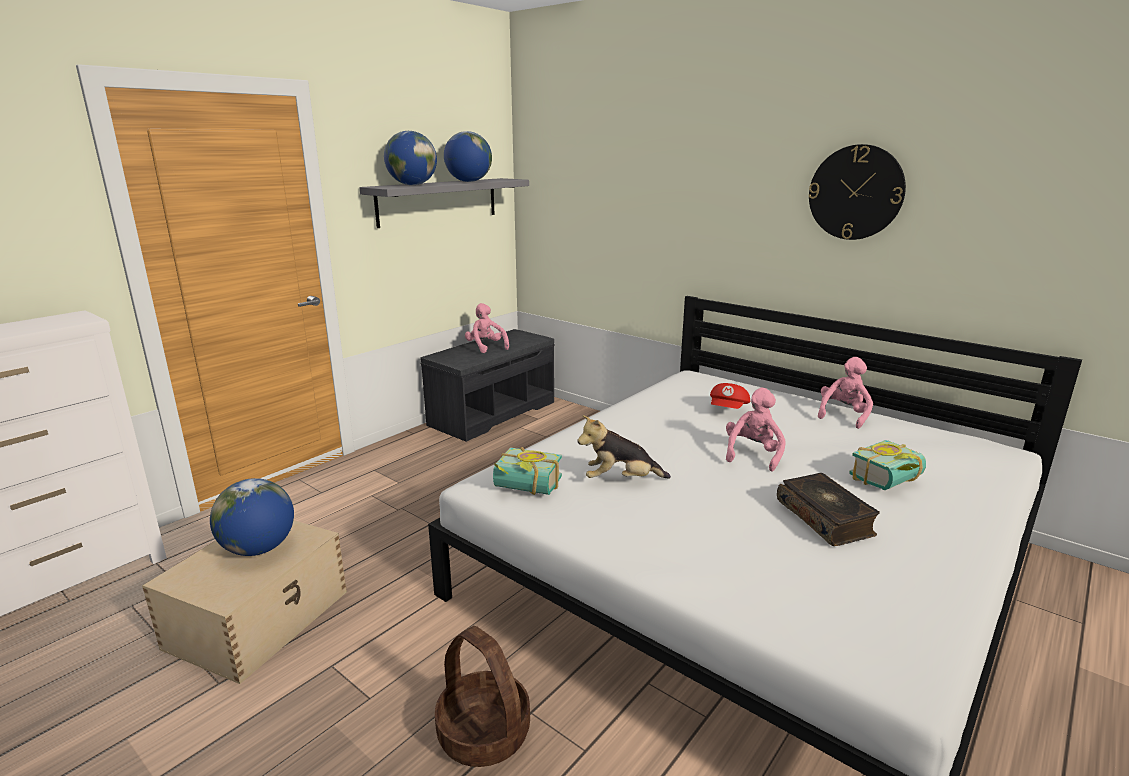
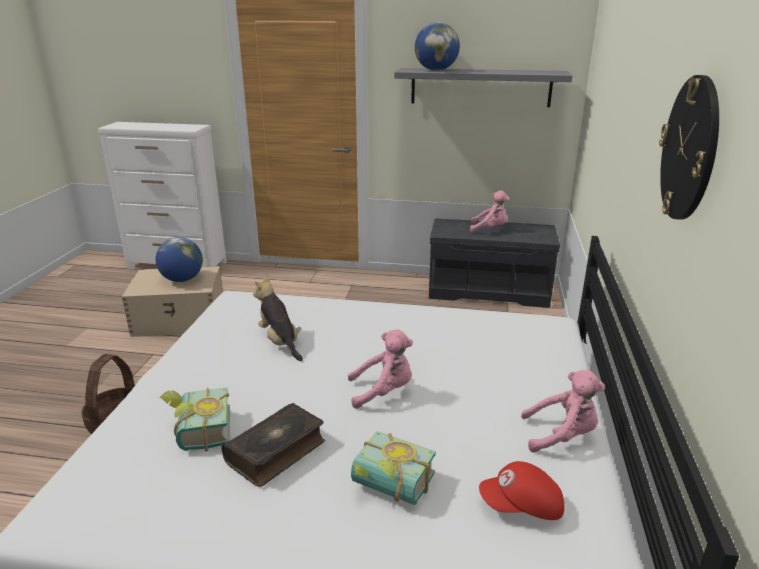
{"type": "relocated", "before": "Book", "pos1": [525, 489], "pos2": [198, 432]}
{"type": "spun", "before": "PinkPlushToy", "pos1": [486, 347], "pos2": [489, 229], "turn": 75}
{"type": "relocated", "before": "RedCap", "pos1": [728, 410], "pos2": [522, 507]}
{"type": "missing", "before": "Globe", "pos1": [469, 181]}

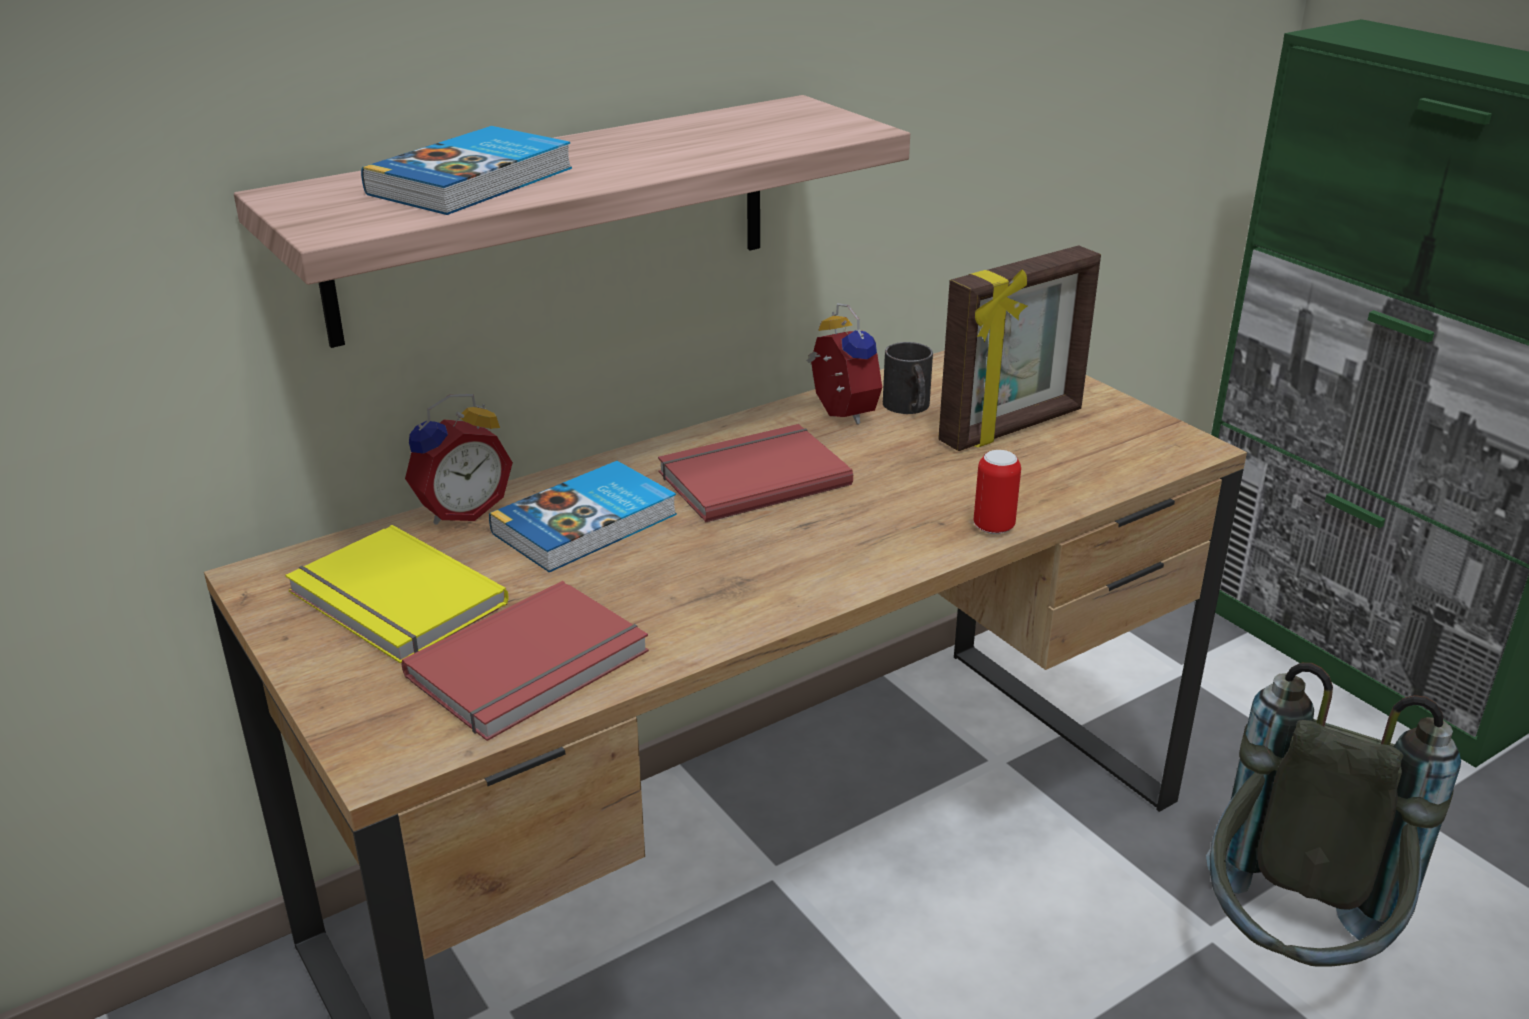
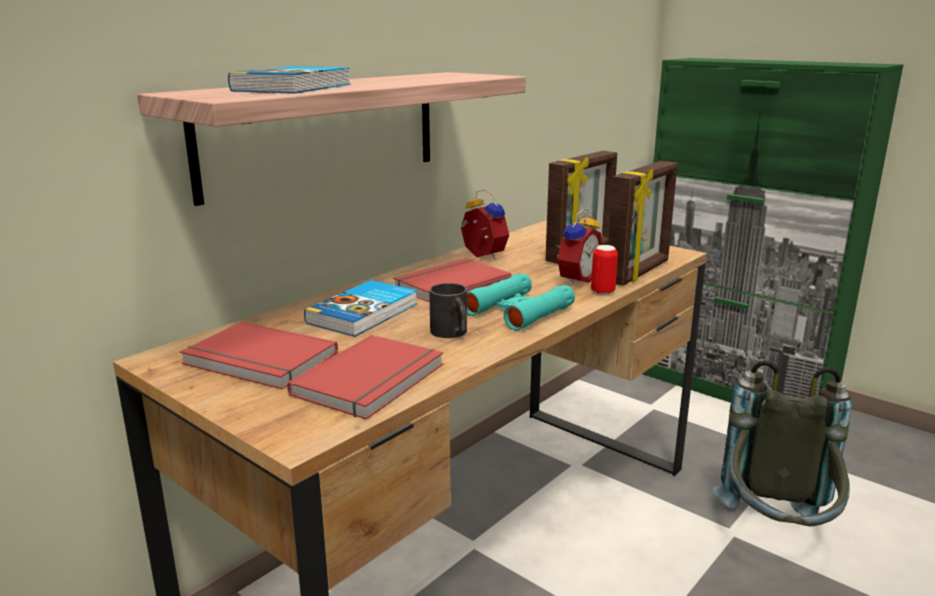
{"type": "colour", "before": "YellowBook", "after": "RedBook", "pos1": [393, 601], "pos2": [258, 361]}
{"type": "relocated", "before": "BlackMug", "pos1": [909, 408], "pos2": [452, 333]}
{"type": "appeared", "after": "TurquoiseBinoculars", "pos2": [518, 311]}
{"type": "relocated", "before": "AlarmClock", "pos1": [461, 510], "pos2": [575, 280]}
{"type": "appeared", "after": "PictureFrame", "pos2": [639, 273]}

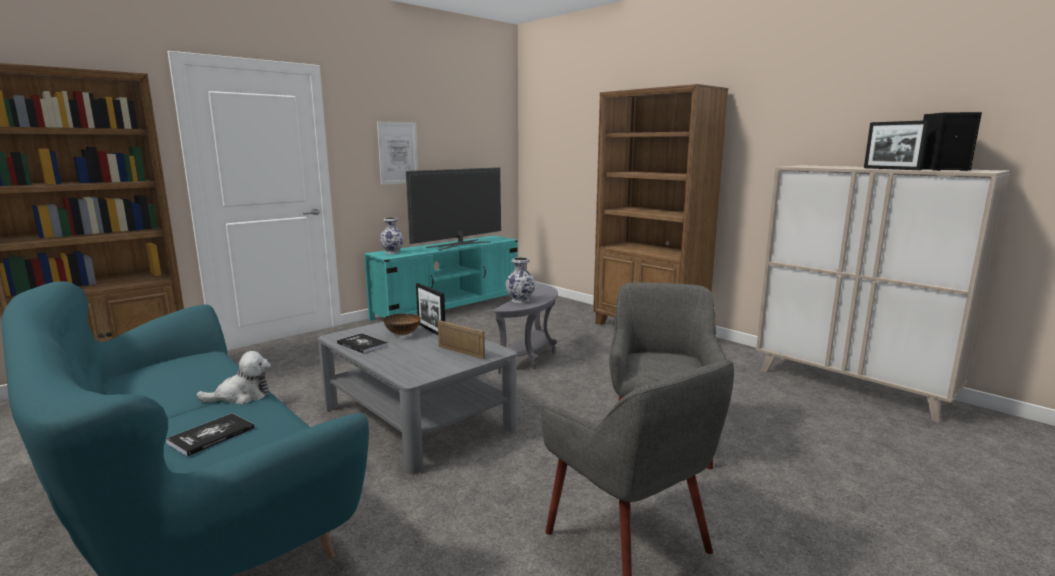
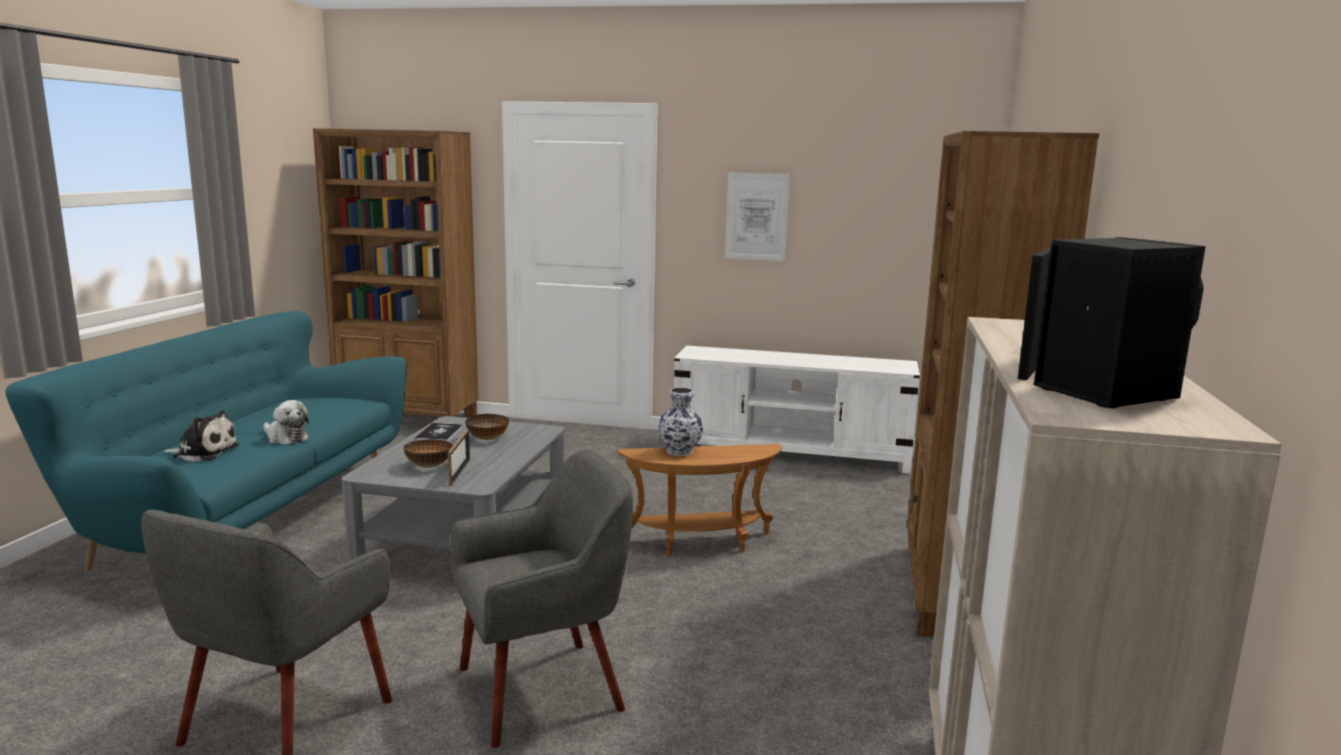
{"type": "exchanged", "before": "Book", "after": "PlushToy", "pos1": [211, 435], "pos2": [203, 452]}
{"type": "appeared", "after": "Bowl", "pos2": [429, 466]}
{"type": "colour", "before": "GreySideTable", "after": "BrownSideTable", "pos1": [531, 358], "pos2": [701, 544]}
{"type": "colour", "before": "TurquoiseTvStand", "after": "WhiteTvStand", "pos1": [448, 308], "pos2": [791, 453]}
{"type": "missing", "before": "Vase", "pos1": [393, 252]}
{"type": "missing", "before": "Television", "pos1": [459, 244]}
{"type": "missing", "before": "PictureFrame", "pos1": [431, 330]}

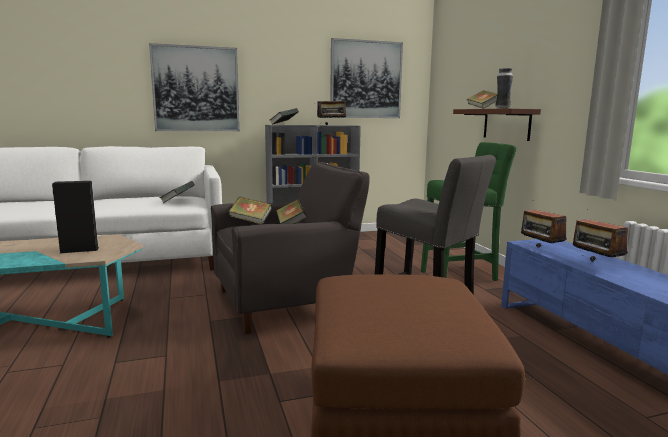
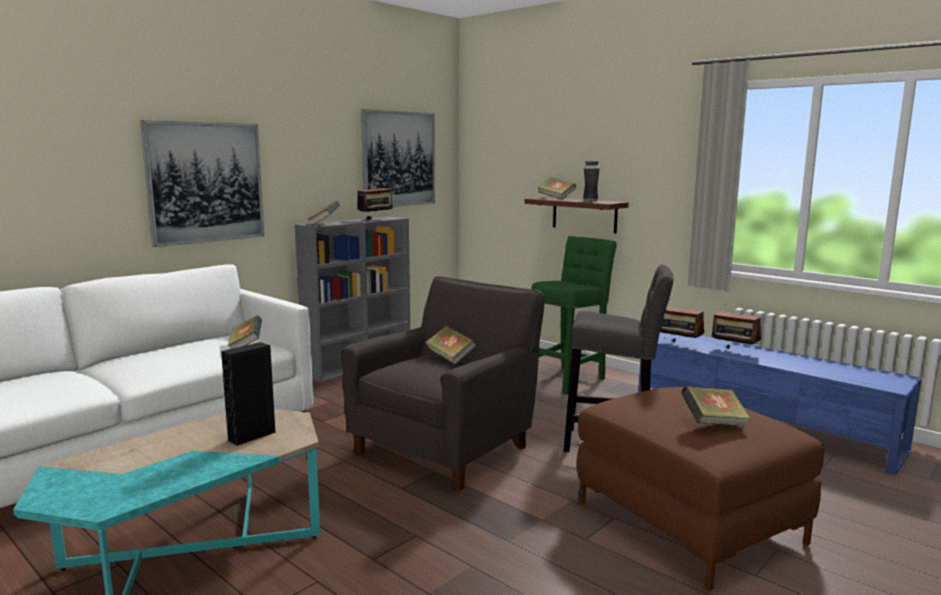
{"type": "relocated", "before": "Book", "pos1": [250, 222], "pos2": [713, 423]}

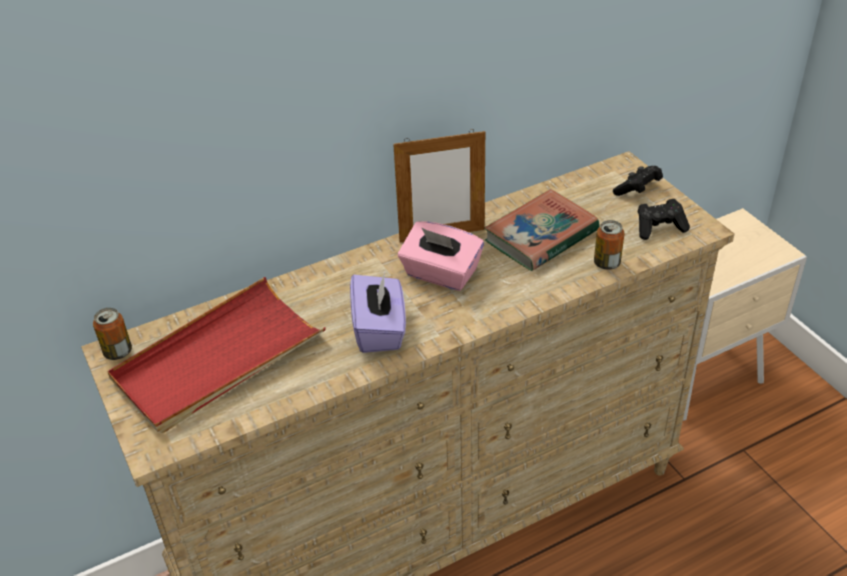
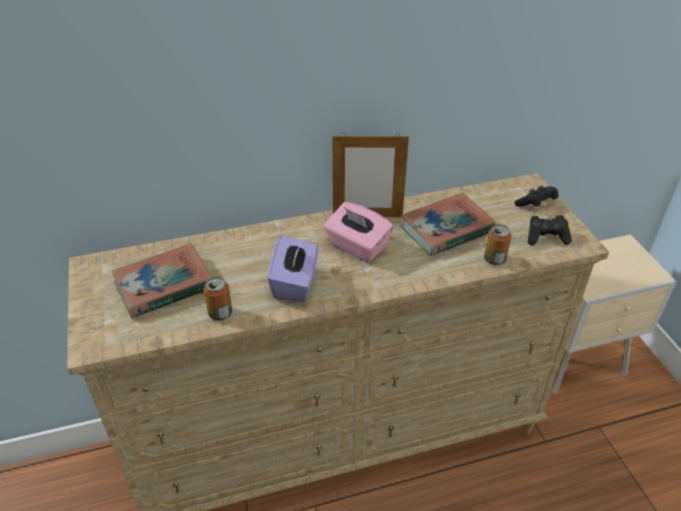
{"type": "exchanged", "before": "RedTray", "after": "Book", "pos1": [218, 359], "pos2": [164, 285]}
{"type": "relocated", "before": "Can", "pos1": [118, 352], "pos2": [220, 313]}

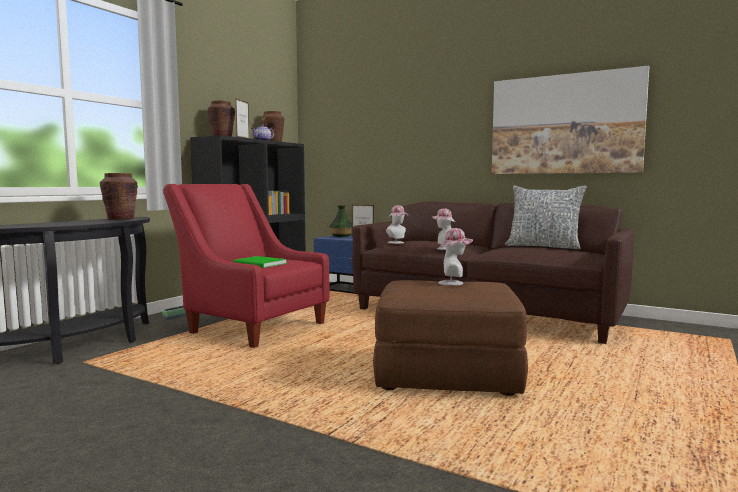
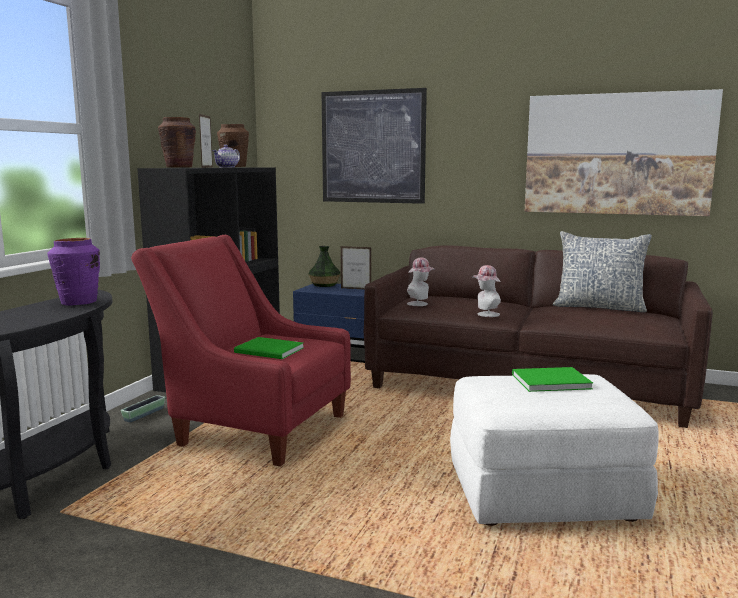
{"type": "colour", "before": "BrownVase", "after": "PurpleVase", "pos1": [120, 219], "pos2": [78, 302]}
{"type": "appeared", "after": "Picture", "pos2": [373, 147]}
{"type": "colour", "before": "BrownOttoman", "after": "WhiteOttoman", "pos1": [448, 374], "pos2": [543, 492]}
{"type": "exchanged", "before": "Hat", "after": "GreenBook", "pos1": [454, 283], "pos2": [548, 381]}

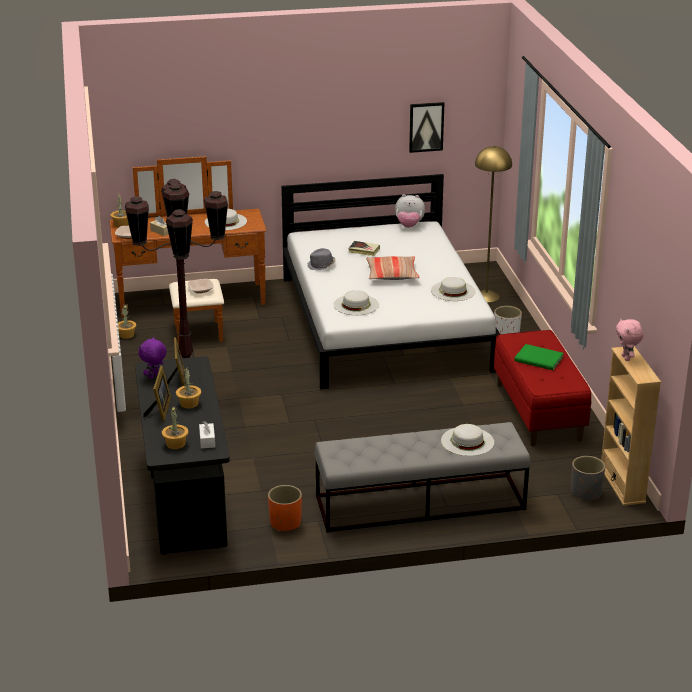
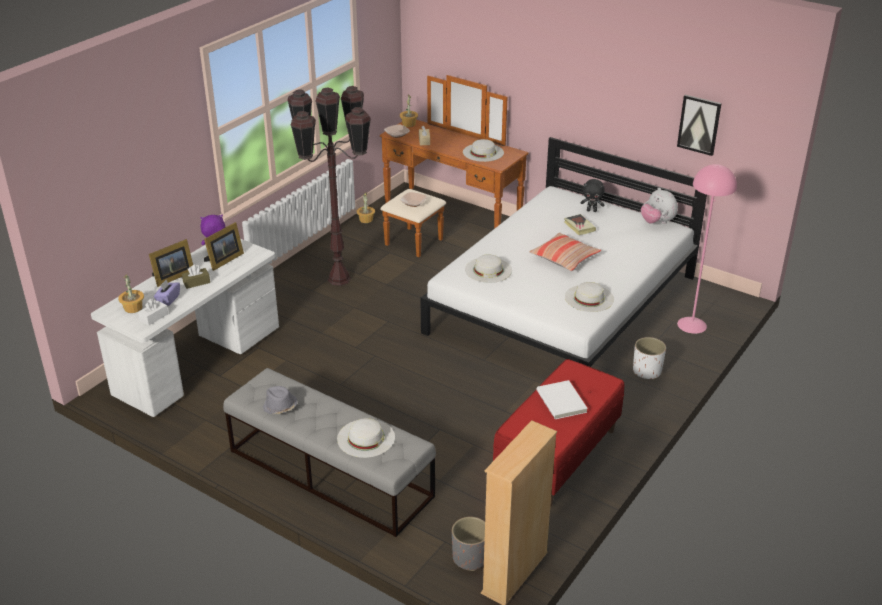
{"type": "colour", "before": "BlackDesk", "after": "WhiteDesk", "pos1": [184, 496], "pos2": [199, 361]}
{"type": "appeared", "after": "PurpleTissueBox", "pos2": [168, 299]}
{"type": "exchanged", "before": "PottedPlant", "after": "BrownTissueBox", "pos1": [189, 403], "pos2": [196, 282]}
{"type": "relocated", "before": "GreyHat", "pos1": [321, 265], "pos2": [280, 407]}
{"type": "colour", "before": "GreenBook", "after": "WhiteBook", "pos1": [539, 358], "pos2": [562, 401]}
{"type": "appeared", "after": "BlackPlushToy", "pos2": [592, 210]}
{"type": "colour", "before": "YellowFloorLamp", "after": "PinkFloorLamp", "pos1": [486, 296], "pos2": [691, 325]}
{"type": "missing", "before": "OrangePlanter", "pos1": [285, 523]}
{"type": "missing", "before": "PinkPlushToy", "pos1": [626, 358]}

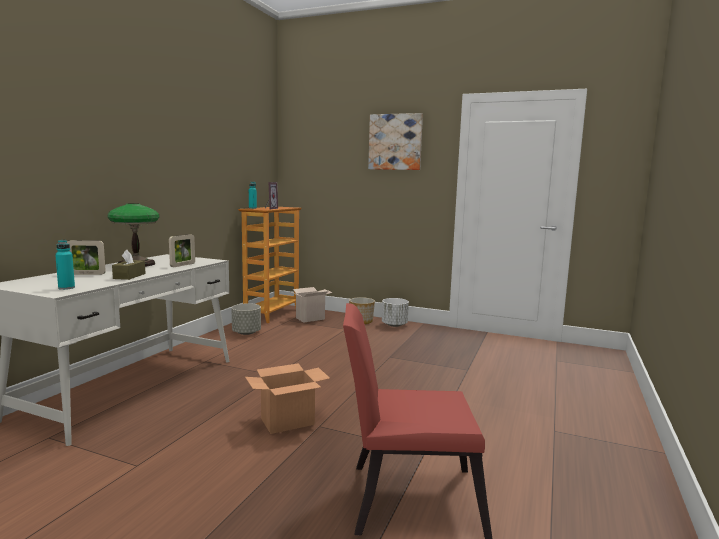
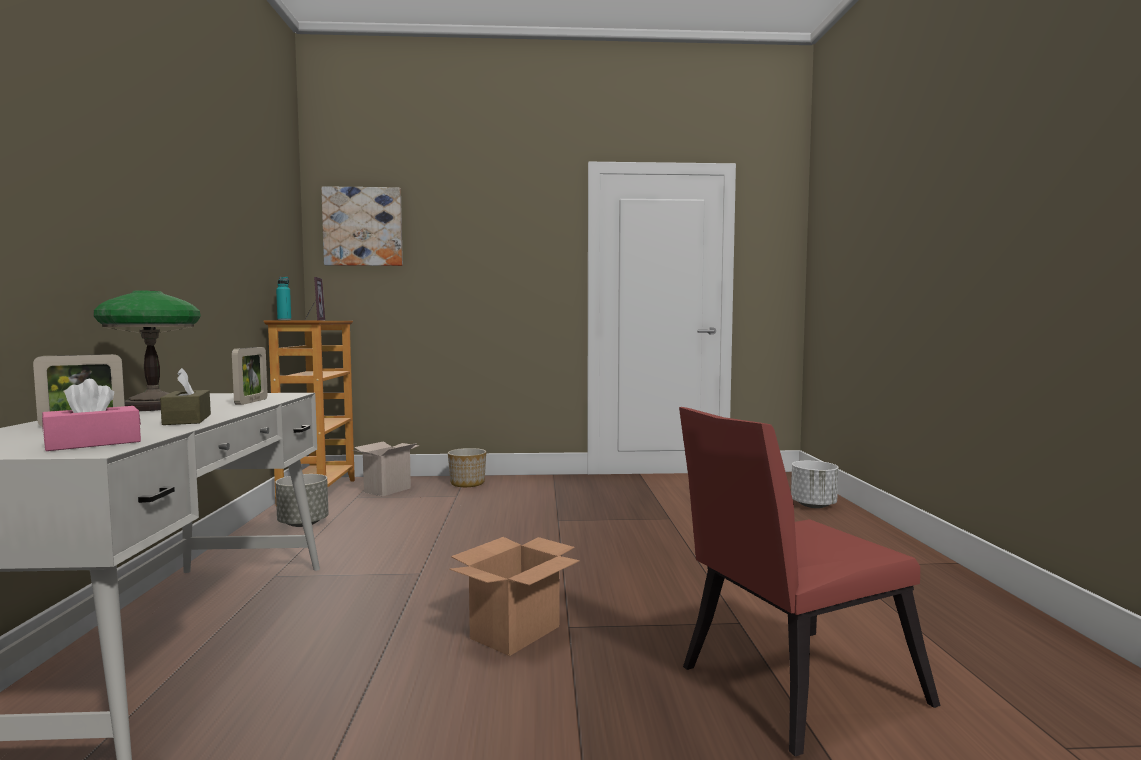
{"type": "exchanged", "before": "TurquoiseBottle", "after": "PinkTissueBox", "pos1": [66, 288], "pos2": [93, 443]}
{"type": "relocated", "before": "Picture", "pos1": [395, 142], "pos2": [363, 227]}
{"type": "relocated", "before": "WhitePlanter", "pos1": [394, 325], "pos2": [813, 505]}

